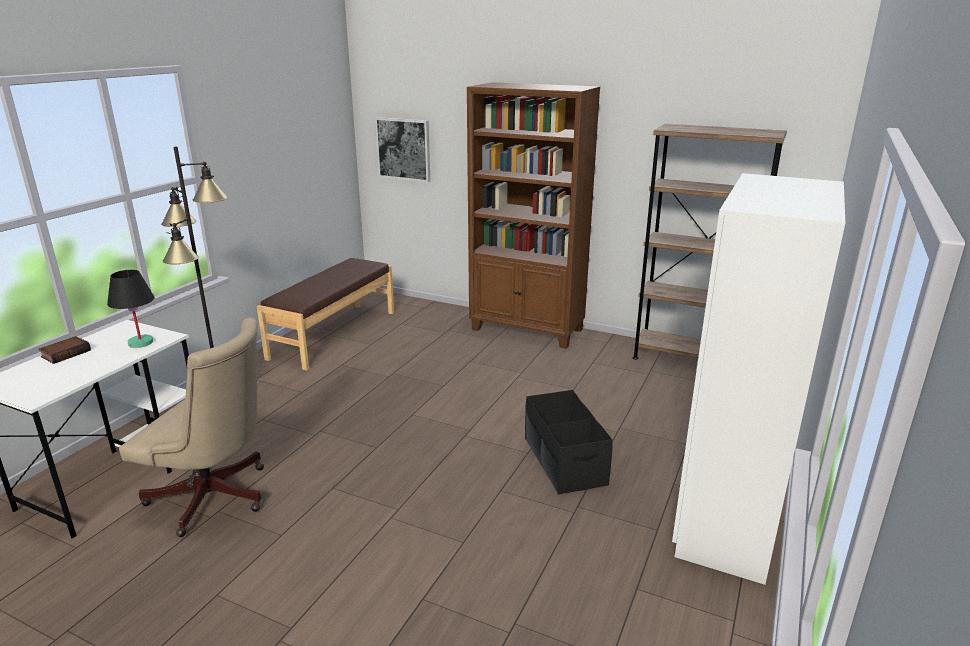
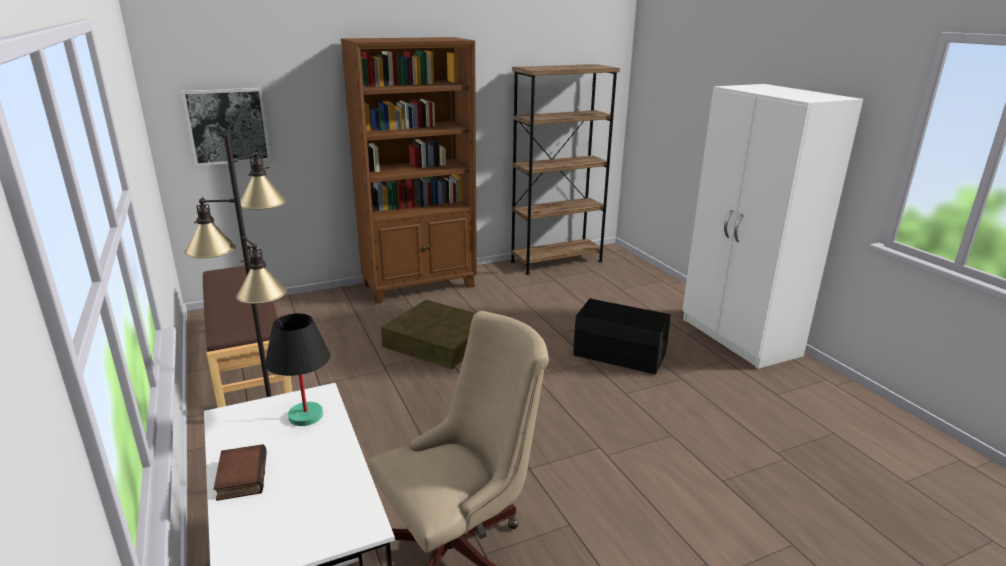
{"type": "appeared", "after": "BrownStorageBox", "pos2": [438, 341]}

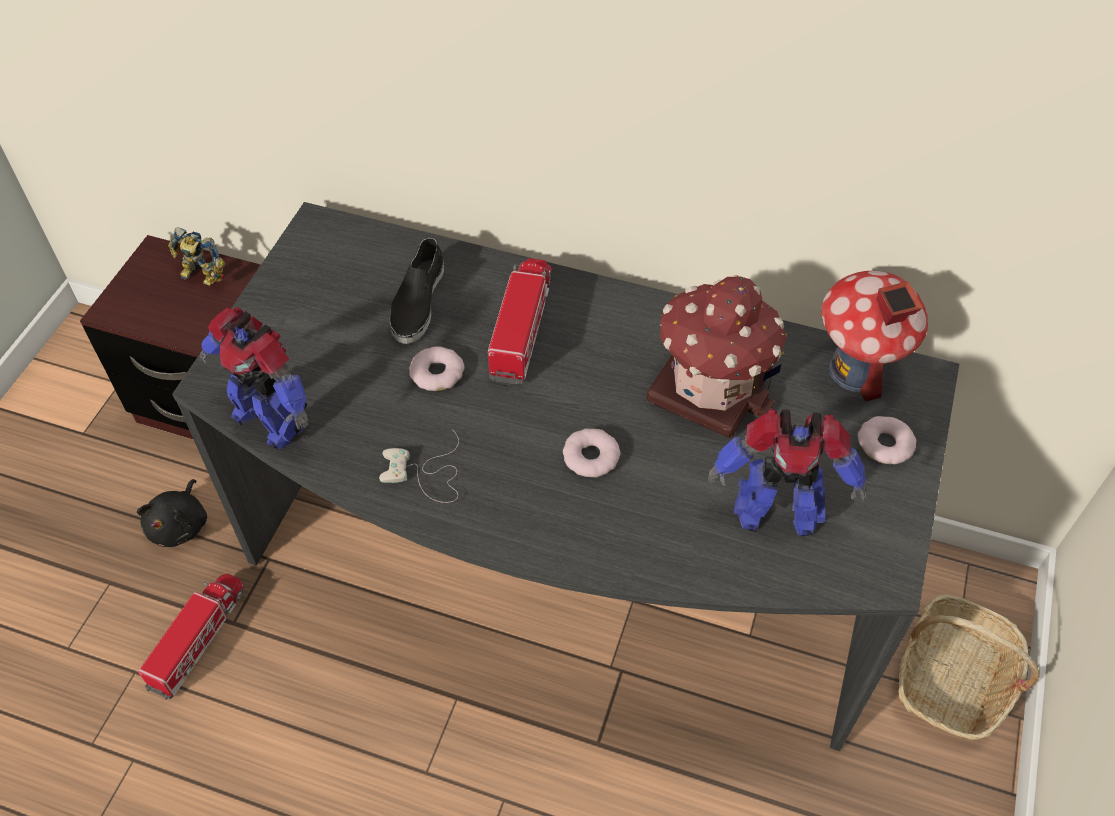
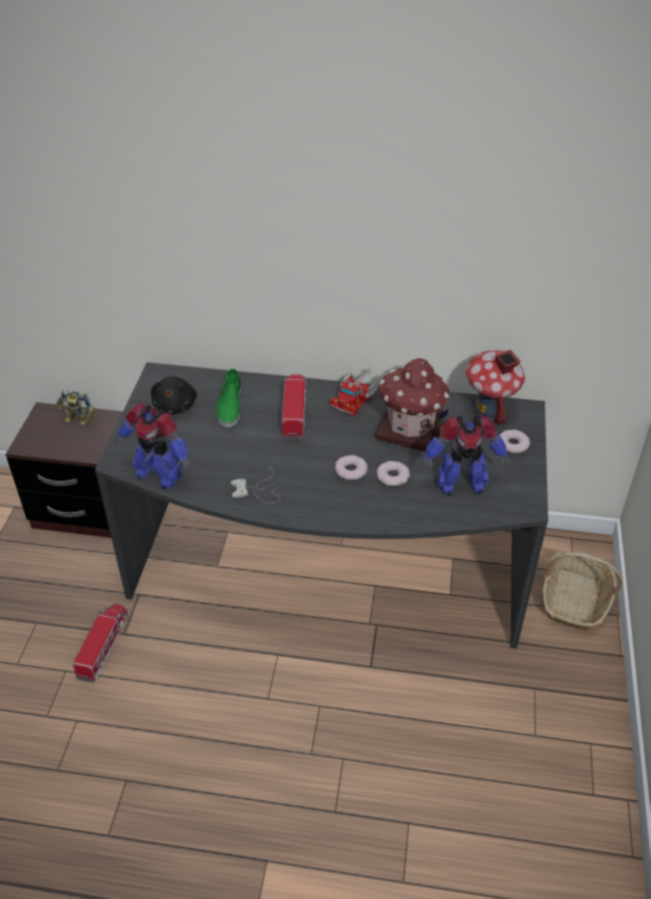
{"type": "relocated", "before": "BlackPlushToy", "pos1": [180, 525], "pos2": [175, 405]}
{"type": "colour", "before": "BlackShoe", "after": "GreenShoe", "pos1": [417, 301], "pos2": [229, 405]}
{"type": "appeared", "after": "ToyTruck", "pos2": [355, 397]}
{"type": "relocated", "before": "Donut", "pos1": [437, 373], "pos2": [392, 476]}

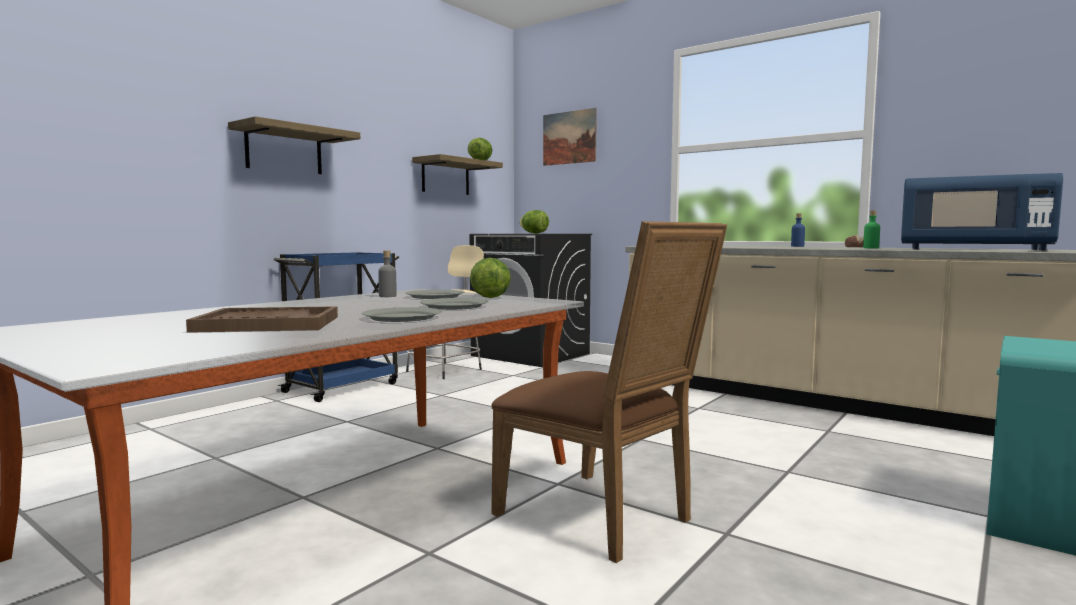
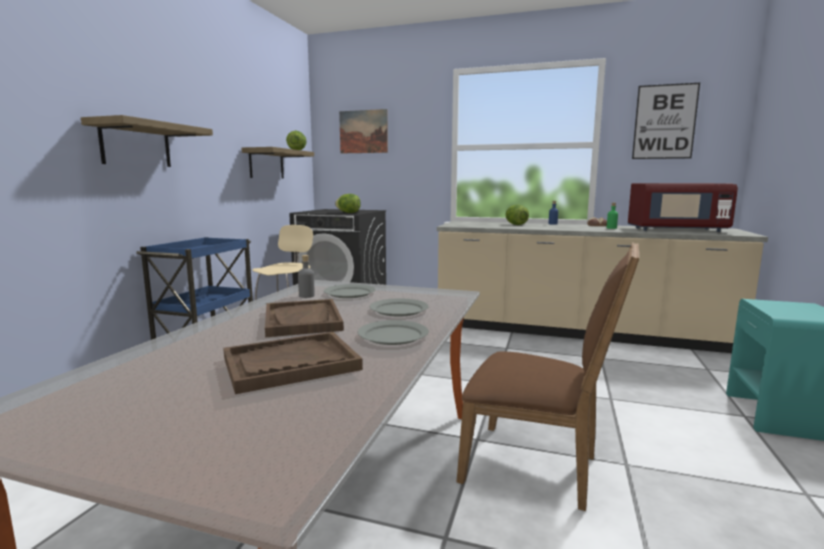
{"type": "appeared", "after": "BrownTray", "pos2": [303, 320]}
{"type": "relocated", "before": "Lettuce", "pos1": [490, 297], "pos2": [515, 224]}
{"type": "colour", "before": "BlueMicrowave", "after": "RedMicrowave", "pos1": [971, 249], "pos2": [675, 230]}
{"type": "appeared", "after": "Picture", "pos2": [664, 122]}

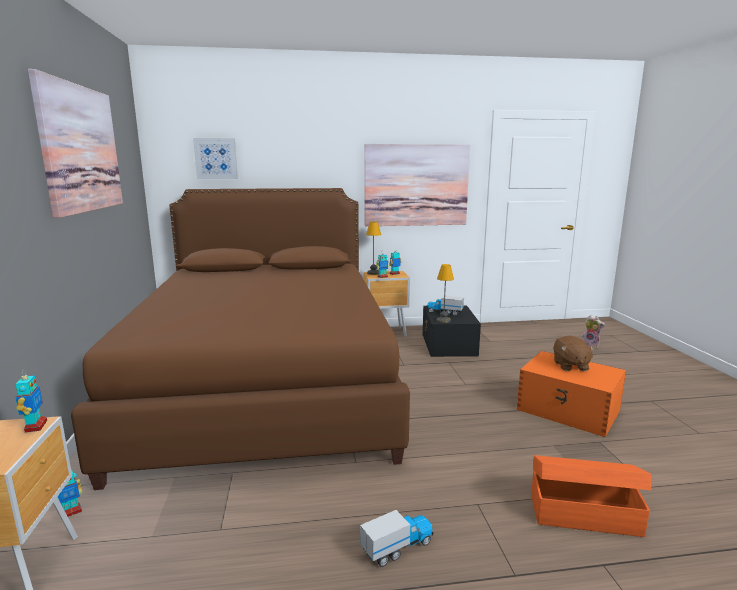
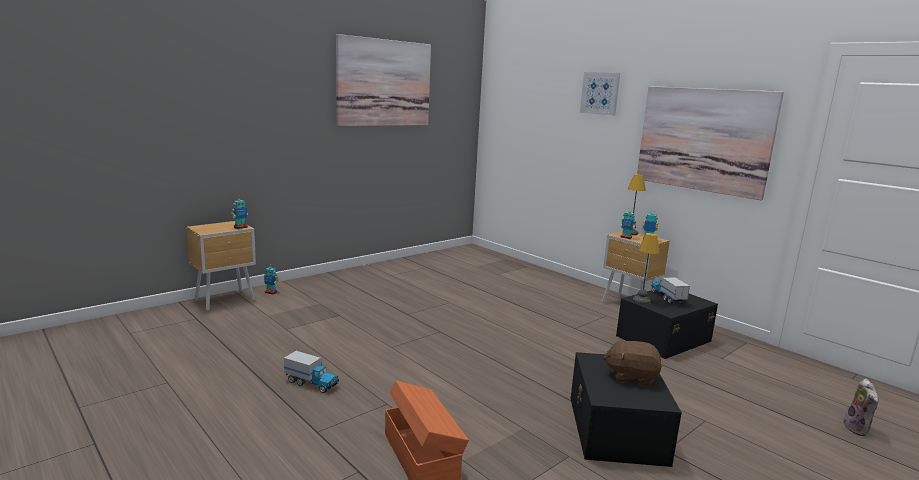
{"type": "colour", "before": "OrangeStorageBox", "after": "BlackStorageBox", "pos1": [569, 410], "pos2": [616, 430]}
{"type": "relocated", "before": "Picture", "pos1": [216, 158], "pos2": [600, 93]}
{"type": "spun", "before": "BrownPlushToy", "pos1": [570, 366], "pos2": [631, 376], "turn": 45}
{"type": "missing", "before": "BrownBed", "pos1": [266, 384]}

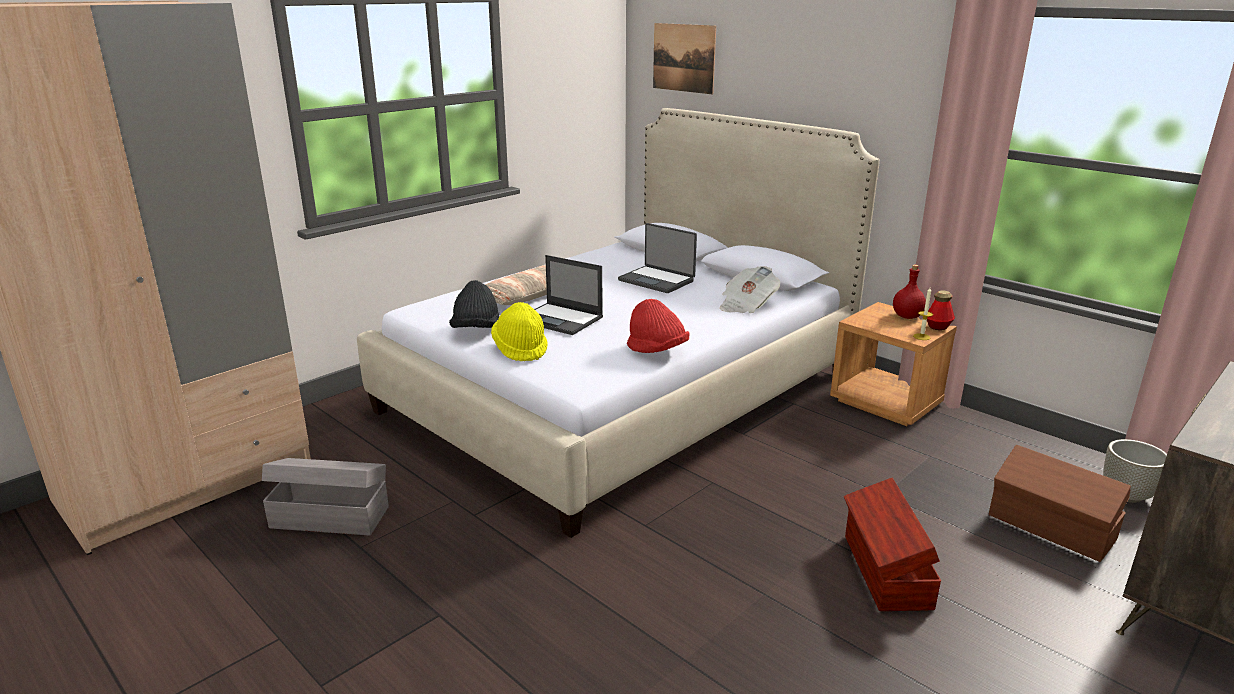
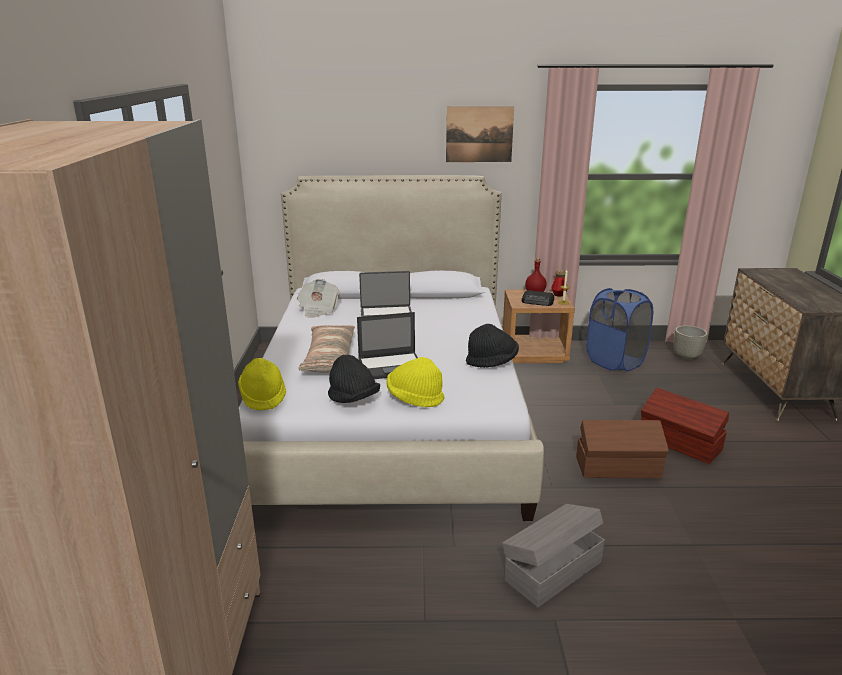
{"type": "appeared", "after": "YellowHat", "pos2": [263, 397]}
{"type": "relocated", "before": "Newspaper", "pos1": [746, 305], "pos2": [318, 310]}
{"type": "relocated", "before": "Picture", "pos1": [683, 58], "pos2": [479, 134]}
{"type": "colour", "before": "RedHat", "after": "BlackHat", "pos1": [657, 351], "pos2": [492, 362]}
{"type": "relocated", "before": "GreyStorageBox", "pos1": [329, 516], "pos2": [551, 570]}
{"type": "appeared", "after": "Radio", "pos2": [538, 301]}
{"type": "relocated", "before": "BrownStorageBox", "pos1": [1051, 528], "pos2": [619, 468]}
{"type": "appeared", "after": "BlueLaundryBasket", "pos2": [615, 361]}

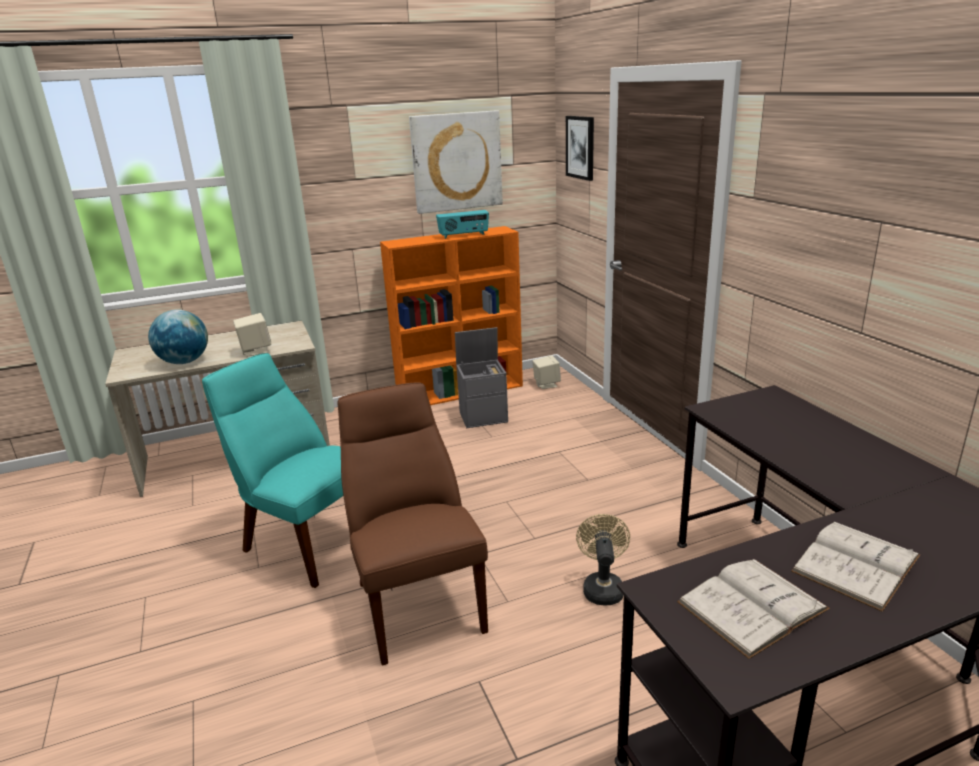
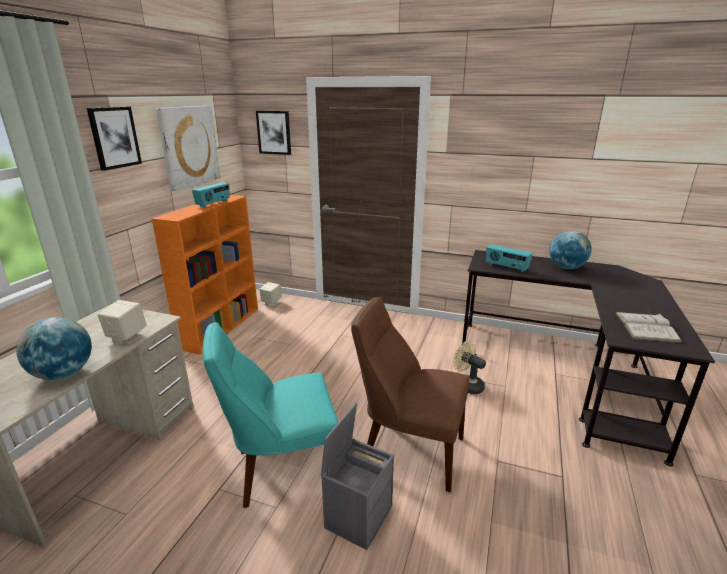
{"type": "appeared", "after": "Picture", "pos2": [114, 137]}
{"type": "relocated", "before": "GreyStorageBox", "pos1": [484, 417], "pos2": [358, 515]}
{"type": "appeared", "after": "Radio", "pos2": [506, 267]}
{"type": "appeared", "after": "Globe", "pos2": [566, 268]}
{"type": "missing", "before": "WhiteBook", "pos1": [856, 563]}

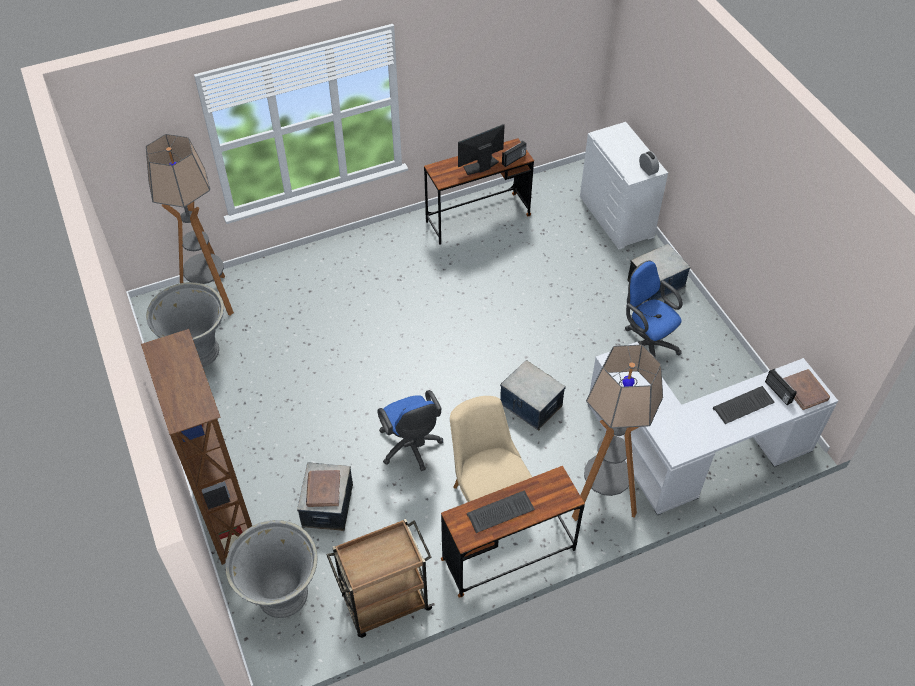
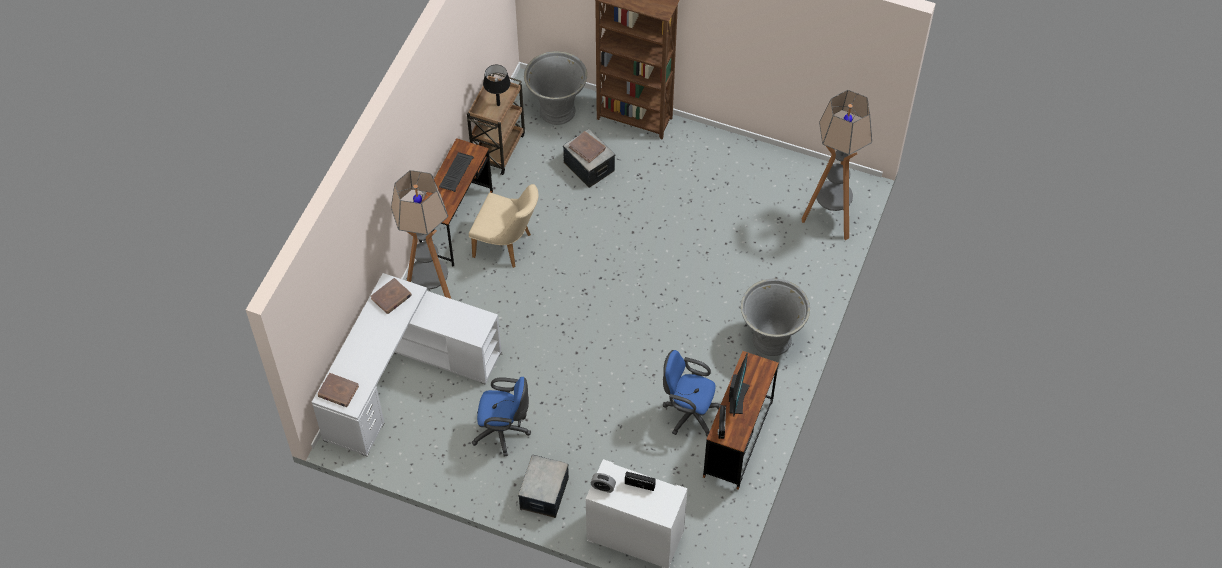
{"type": "appeared", "after": "BrownBook", "pos2": [391, 297]}
{"type": "appeared", "after": "BlackTableLamp", "pos2": [498, 104]}
{"type": "relocated", "before": "Radio", "pos1": [777, 392], "pos2": [640, 484]}
{"type": "relocated", "before": "BlueOfficeChair", "pos1": [411, 447], "pos2": [688, 413]}
{"type": "relocated", "before": "GreyPlanter", "pos1": [198, 353], "pos2": [770, 339]}
{"type": "missing", "before": "StorageBox", "pos1": [530, 405]}
{"type": "missing", "before": "Keyboard", "pos1": [743, 406]}

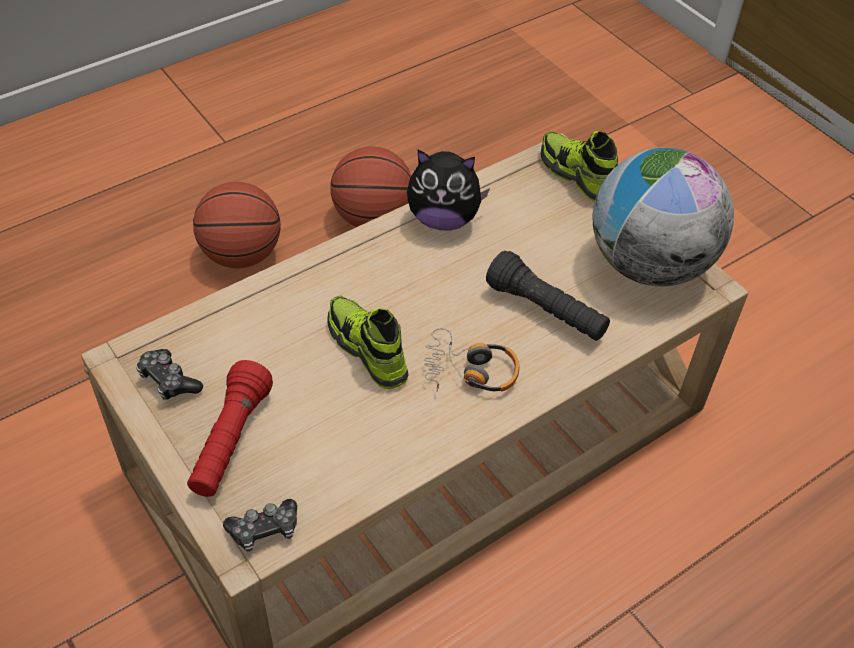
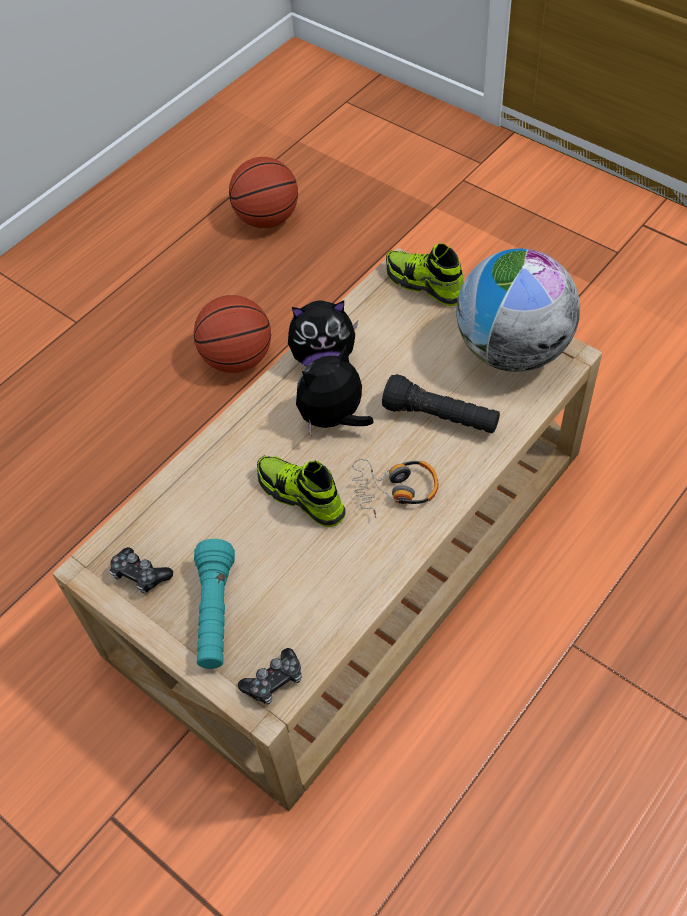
{"type": "colour", "before": "RedFlashlight", "after": "TurquoiseFlashlight", "pos1": [231, 441], "pos2": [215, 613]}
{"type": "relocated", "before": "Basketball", "pos1": [241, 255], "pos2": [267, 219]}
{"type": "appeared", "after": "PlushToy", "pos2": [334, 419]}

